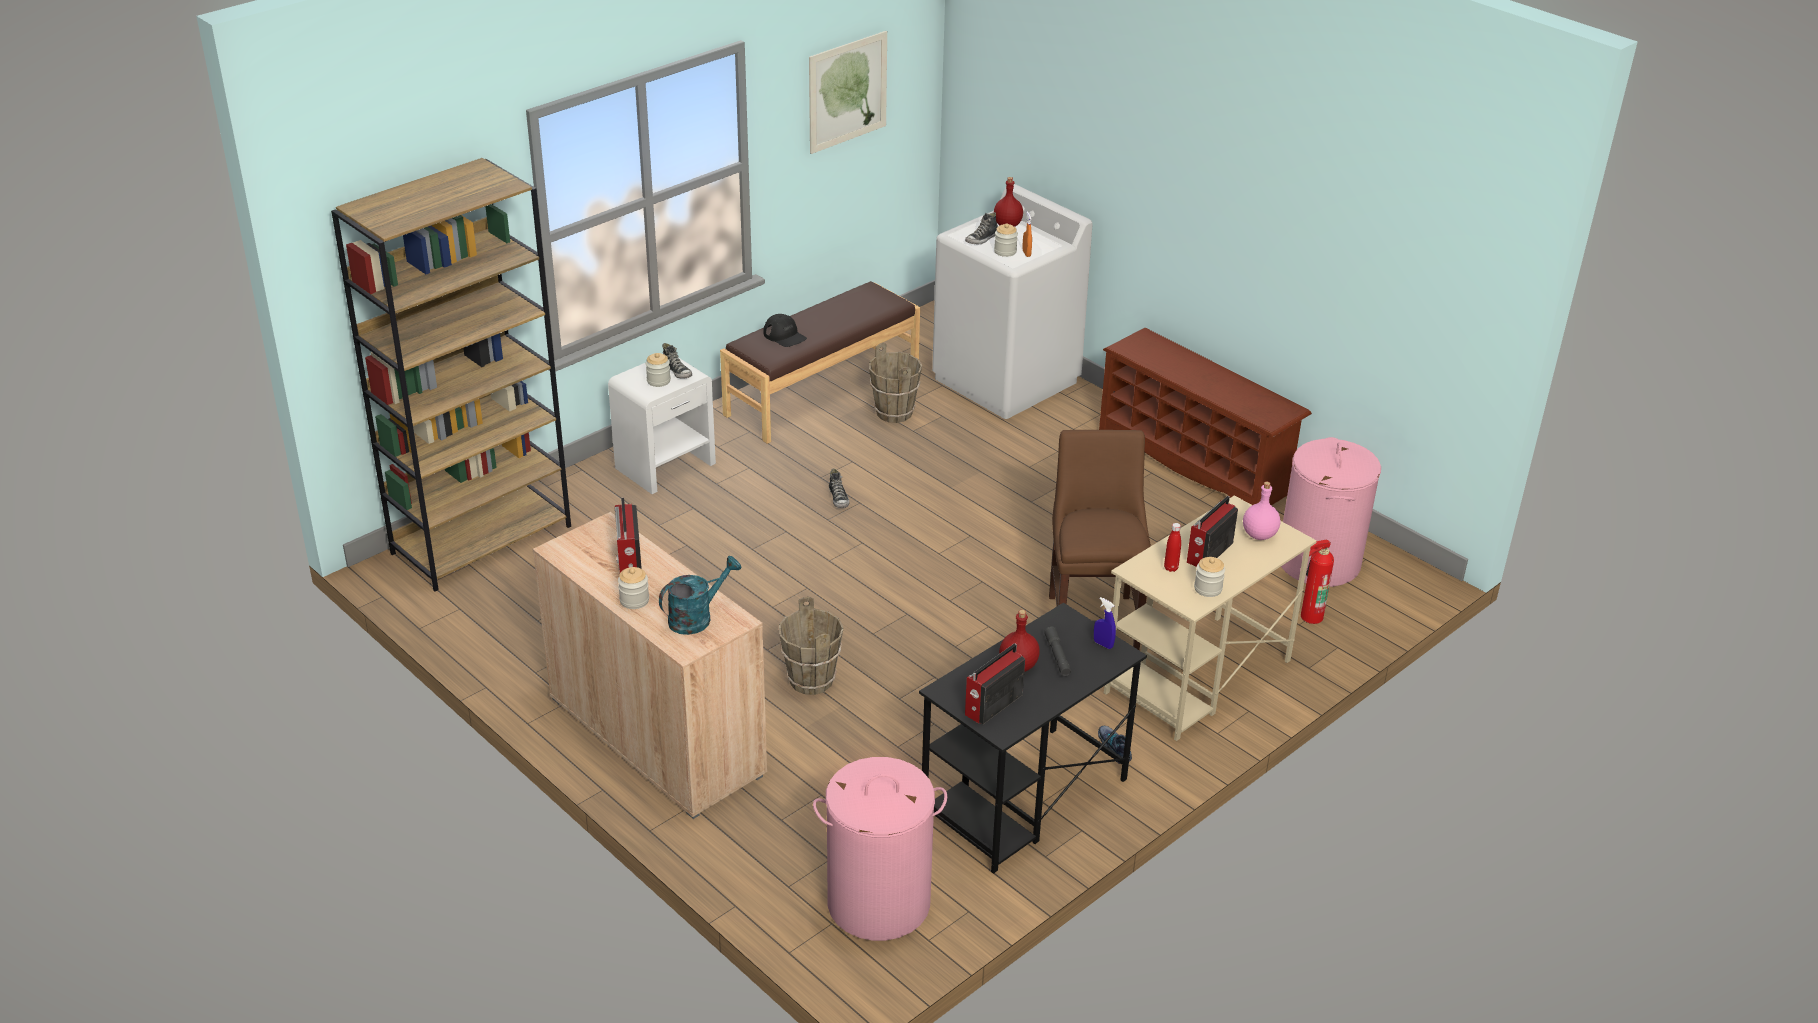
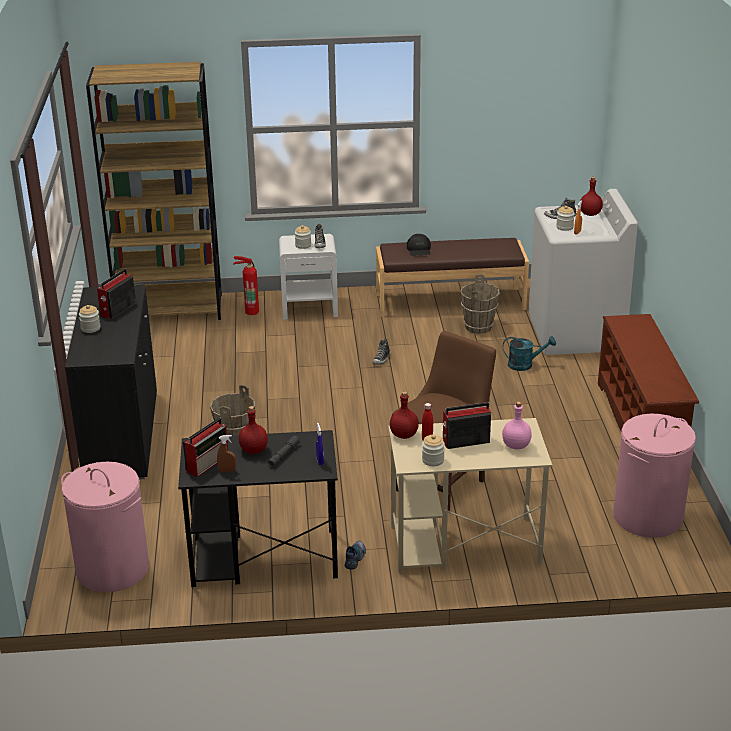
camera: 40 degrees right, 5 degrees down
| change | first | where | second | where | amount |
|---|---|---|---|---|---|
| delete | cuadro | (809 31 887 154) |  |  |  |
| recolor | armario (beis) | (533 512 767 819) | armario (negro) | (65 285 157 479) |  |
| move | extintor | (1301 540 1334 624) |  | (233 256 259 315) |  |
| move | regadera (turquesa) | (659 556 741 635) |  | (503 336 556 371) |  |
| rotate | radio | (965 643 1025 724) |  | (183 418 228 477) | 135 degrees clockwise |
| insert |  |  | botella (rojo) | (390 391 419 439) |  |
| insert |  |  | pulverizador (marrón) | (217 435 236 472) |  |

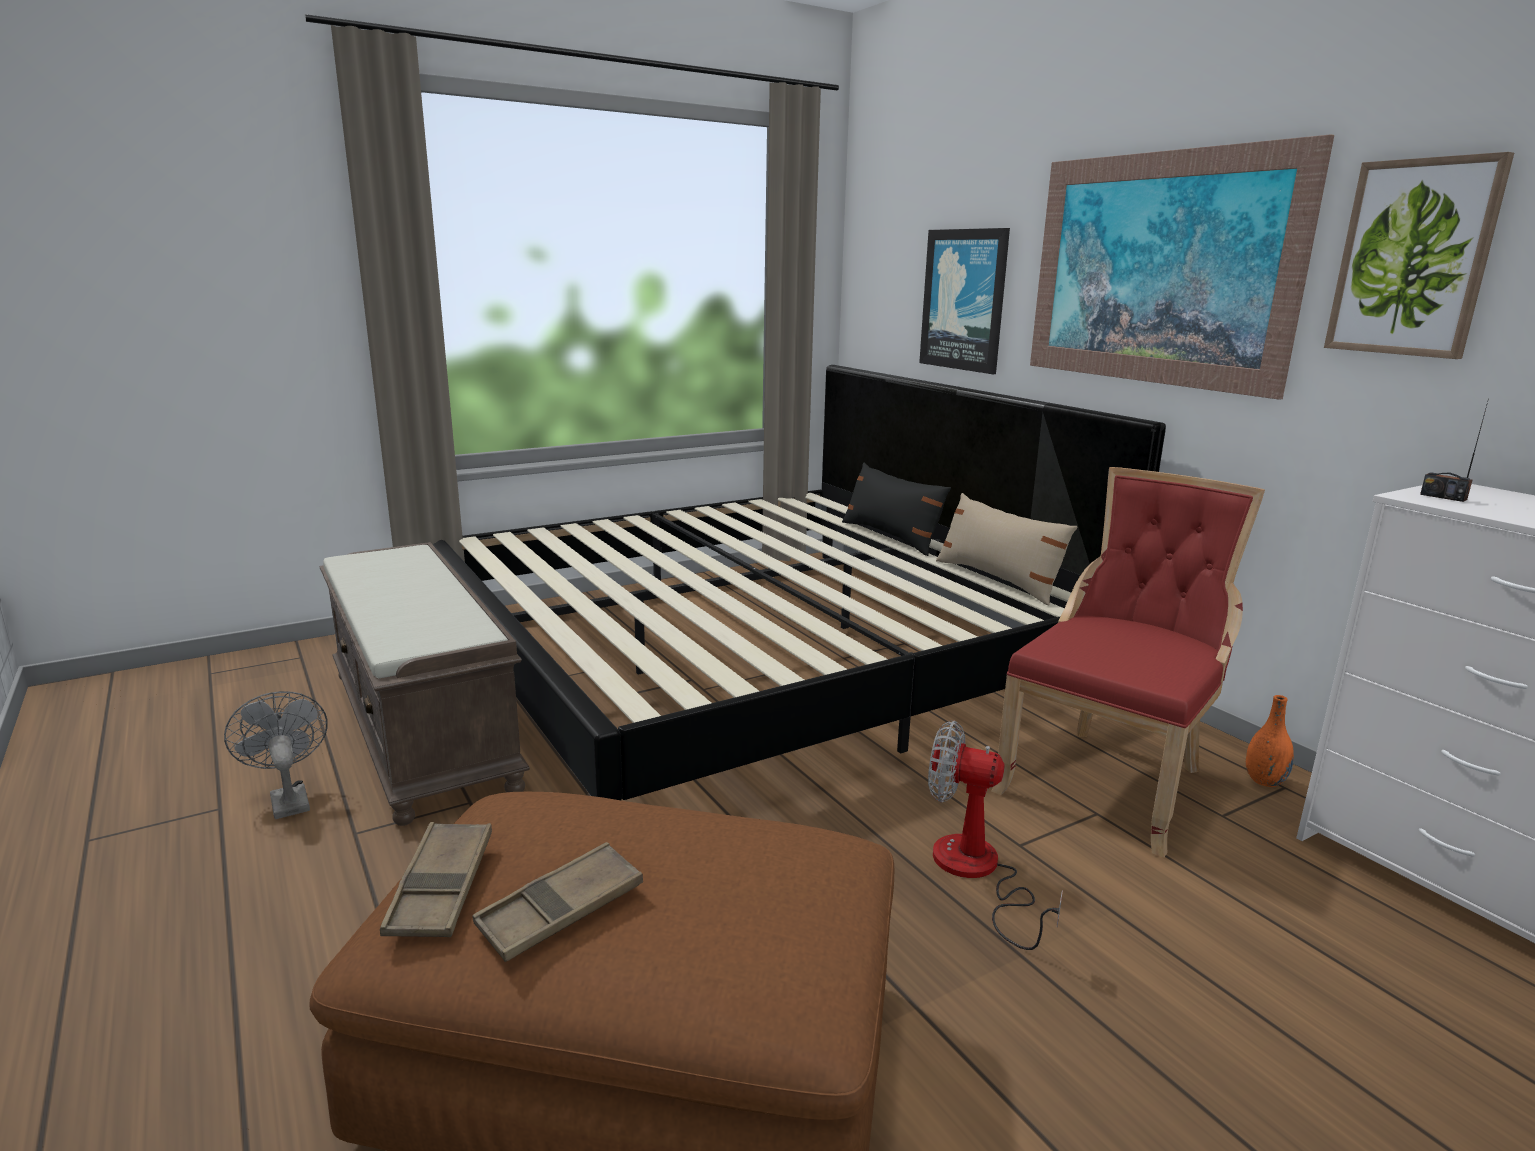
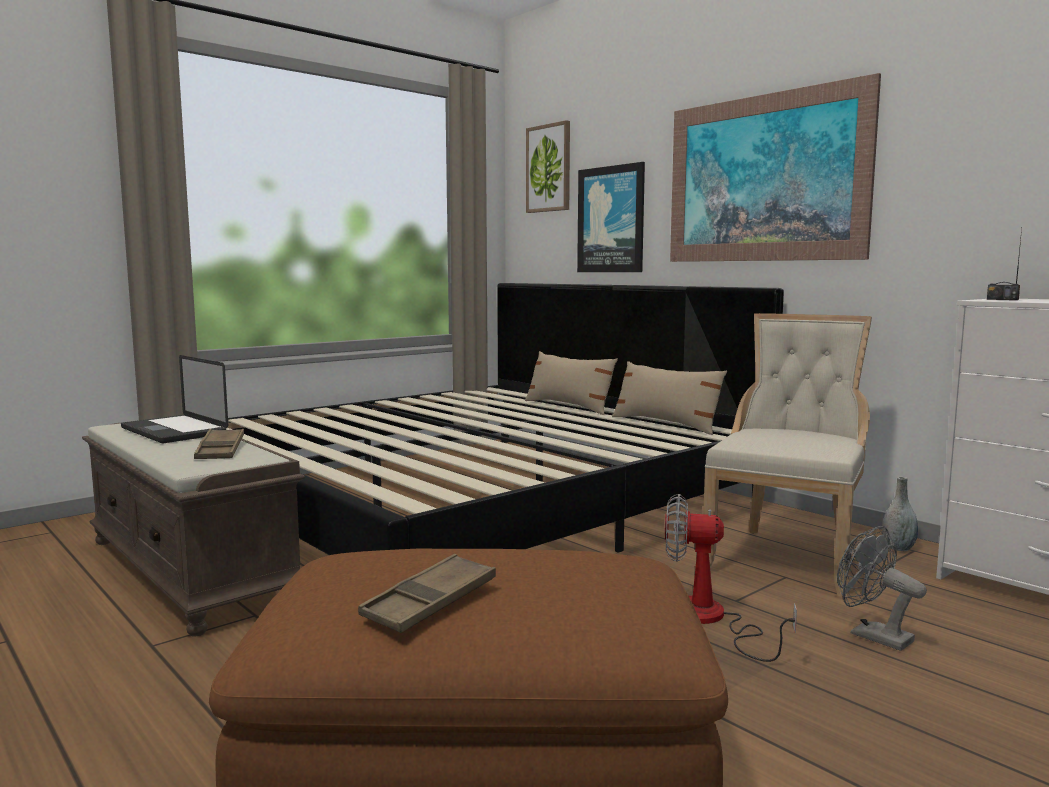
camera: 10 degrees left, 10 degrees down
| change | first | where | second | where | amount |
|---|---|---|---|---|---|
| move | cuadro | (1324 152 1514 359) |  | (526 120 570 213) |  |
| recolor | cojín (negro) | (842 463 951 556) | cojín (beis) | (525 351 618 415) |  |
| recolor | silla (rojo) | (991 467 1265 858) | silla (beis) | (703 313 872 598) |  |
| move | ventilador (gris) | (224 691 328 819) |  | (837 526 927 651) |  |
| recolor | florero (naranja) | (1246 695 1294 787) | florero (gris) | (882 476 918 551) |  |
| move | bandeja (marrón) | (380 822 492 937) |  | (194 429 244 459) |  |
| insert |  |  | portátil | (121 355 228 443) |  |

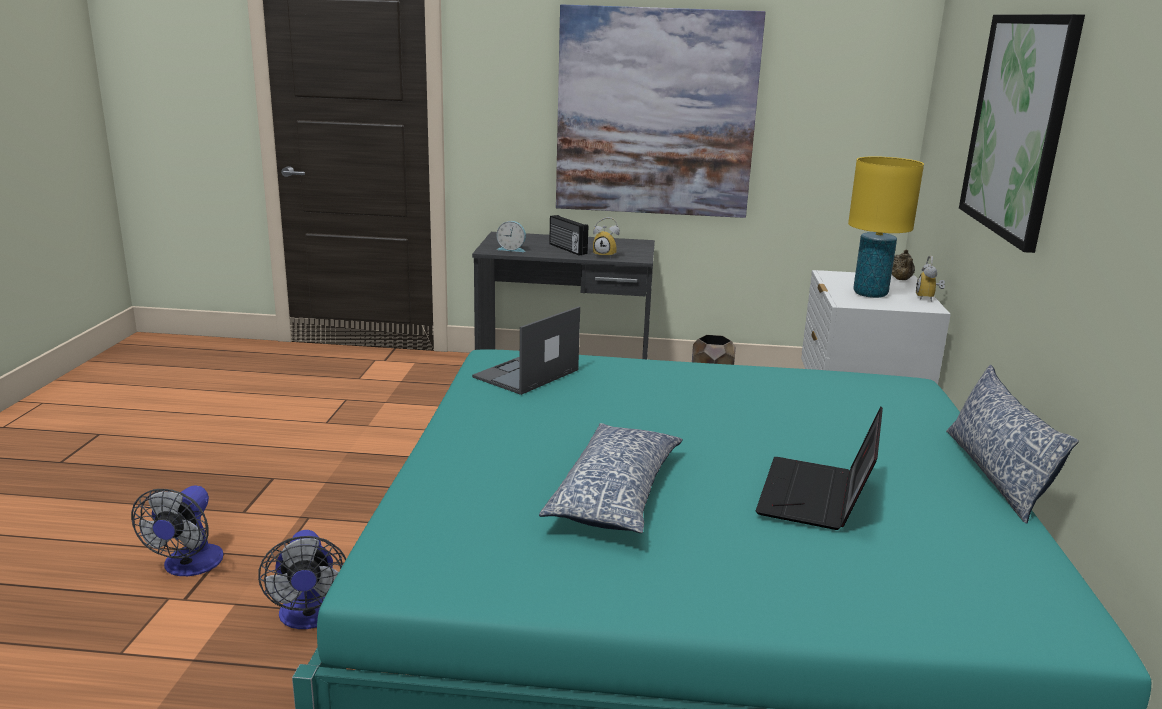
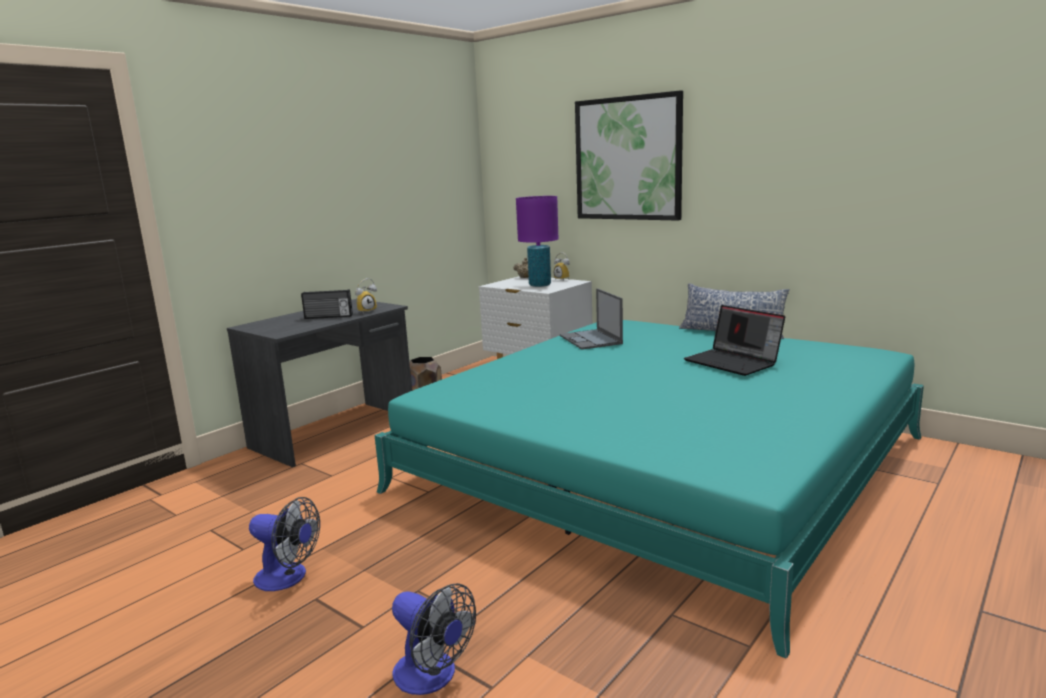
camera: 55 degrees left, 5 degrees down
| change | first | where | second | where | amount |
|---|---|---|---|---|---|
| delete | cuadro | (556 4 766 218) |  |  |  |
| recolor | lámpara de mesa (amarillo) | (848 156 924 298) | lámpara de mesa (morado) | (516 196 558 287) |  |
| delete | despertador | (496 221 526 252) |  |  |  |
| move | portátil | (472 306 580 395) |  | (560 288 623 350) |  |
| delete | cojín | (539 423 683 533) |  |  |  |
| move | ventilador | (258 530 346 629) |  | (249 497 320 591) |  |

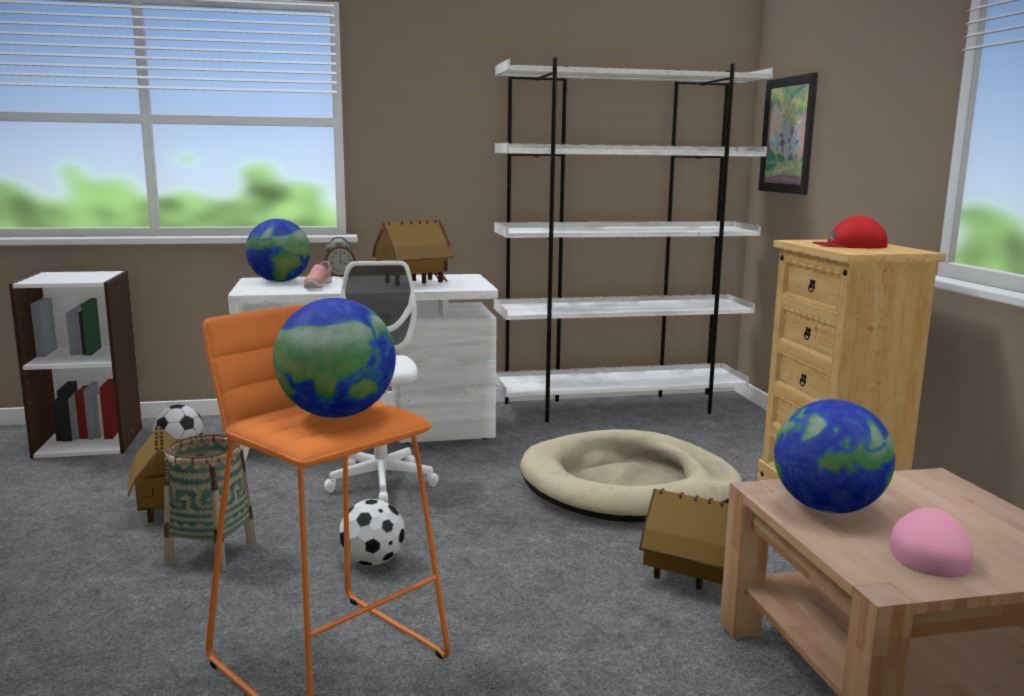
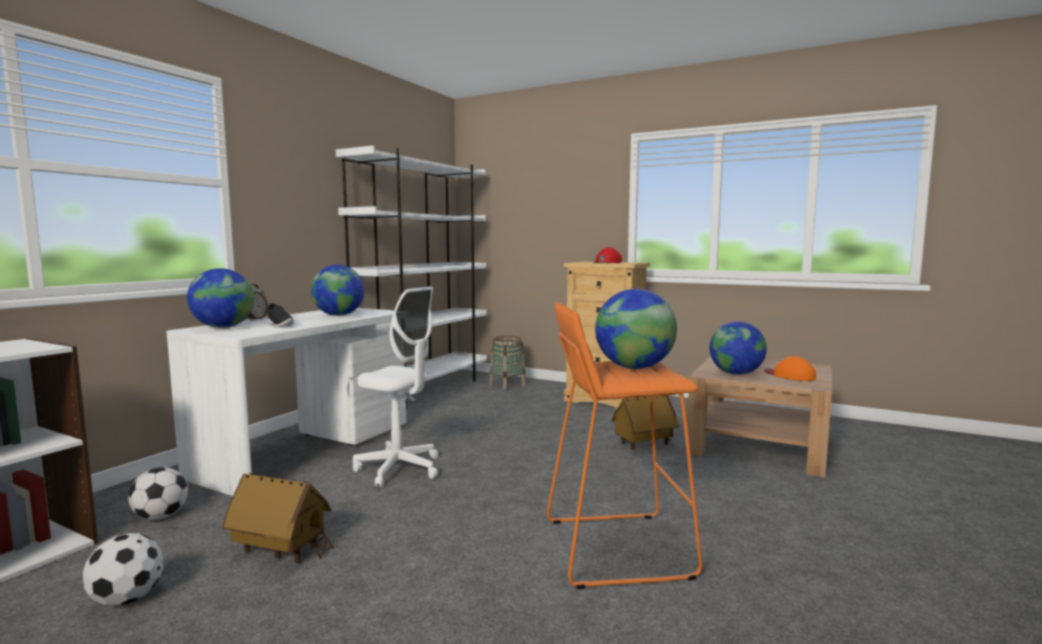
camera: 50 degrees left, 5 degrees down
| change | first | where | second | where | amount |
|---|---|---|---|---|---|
| delete | cuadro | (758 72 818 195) |  |  |  |
| replace | casita | (372 220 454 284) | globo terráqueo | (311 265 365 316) |  |
| recolor | zapato (rosa) | (304 261 332 289) | zapato (negro) | (267 303 294 327) |  |
| delete | cama para perro (beis) | (520 429 742 523) |  |  |  |
| move | cesta | (164 434 256 571) |  | (490 336 526 390) |  |
| move | balón de fútbol | (340 499 405 566) |  | (83 533 164 606) |  |
| recolor | gorra (rosa) | (889 508 973 577) | gorra (naranja) | (764 356 816 381) |  |

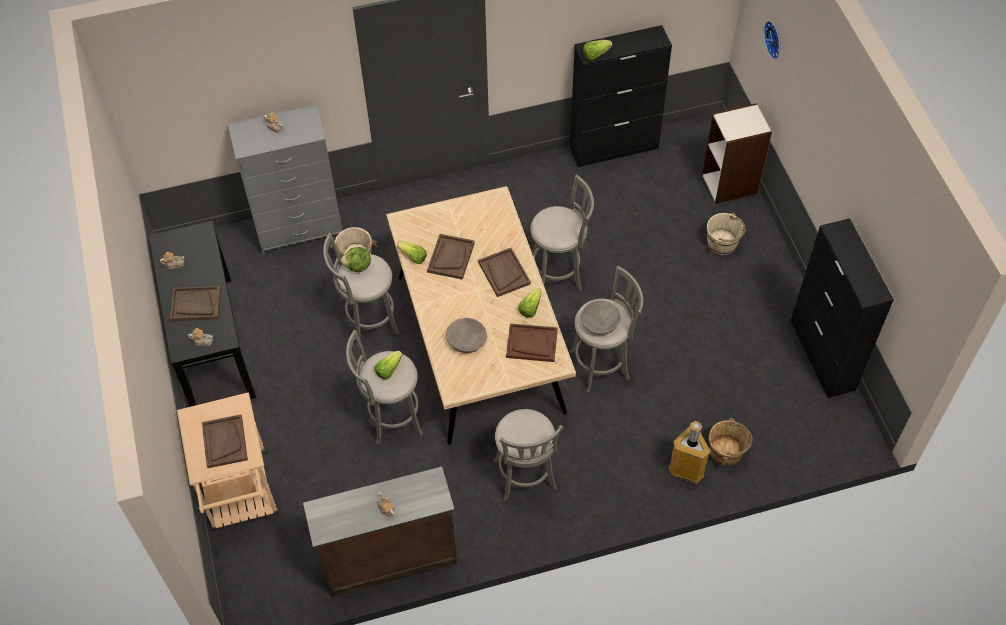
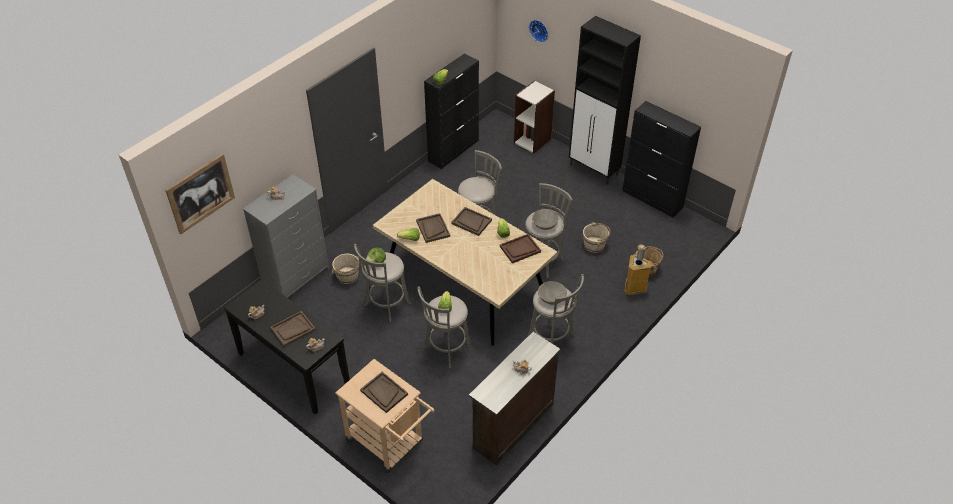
camera: 35 degrees left, 10 degrees down
| change | first | where | second | where | amount |
|---|---|---|---|---|---|
| move | cubo (beis) | (707 213 746 255) |  | (583 222 611 253) |  |
| move | cuenco (beis) | (446 318 487 353) |  | (538 281 567 305) |  |
| insert |  |  | armario (negro) | (569 16 641 185) |  |
| insert |  |  | cuadro | (165 153 235 234) |  |

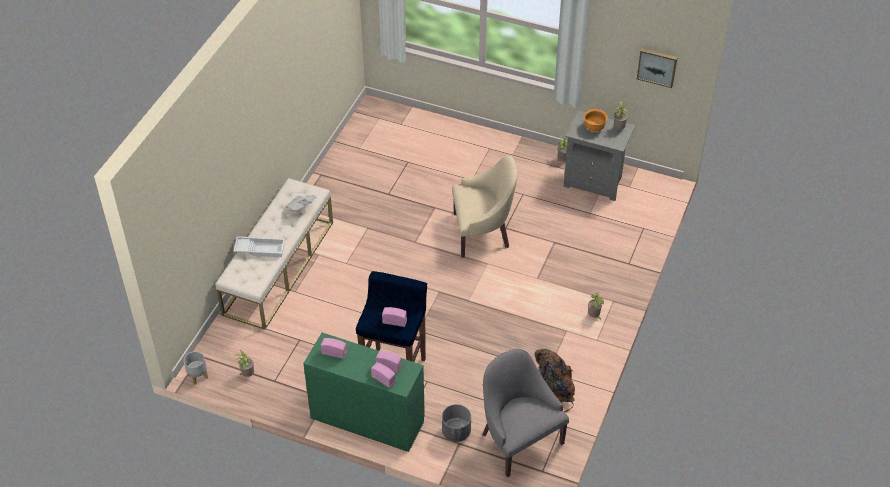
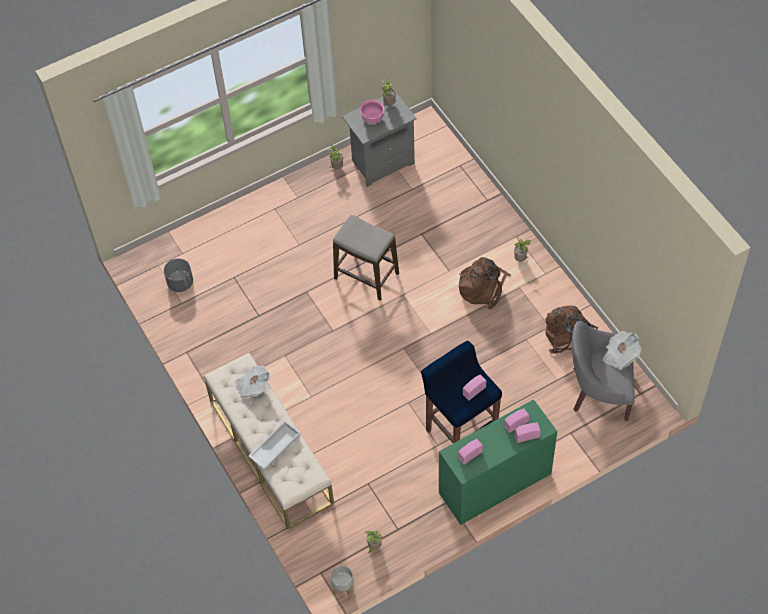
camera: 50 degrees left, 10 degrees up
| change | first | where | second | where | amount |
|---|---|---|---|---|---|
| delete | cuadro | (637 48 678 88) |  |  |  |
| recolor | cuenco (naranja) | (584 109 608 132) | cuenco (rosa) | (360 99 385 124) |  |
| replace | sillón (beis) | (452 155 517 258) | taburete | (333 215 399 301) |  |
| move | maceta (gris) | (442 404 471 442) |  | (164 258 193 292) |  |
| insert |  |  | mochila (marrón) | (459 257 511 310) |  |
| insert |  |  | periódico | (603 331 641 370) |  |

